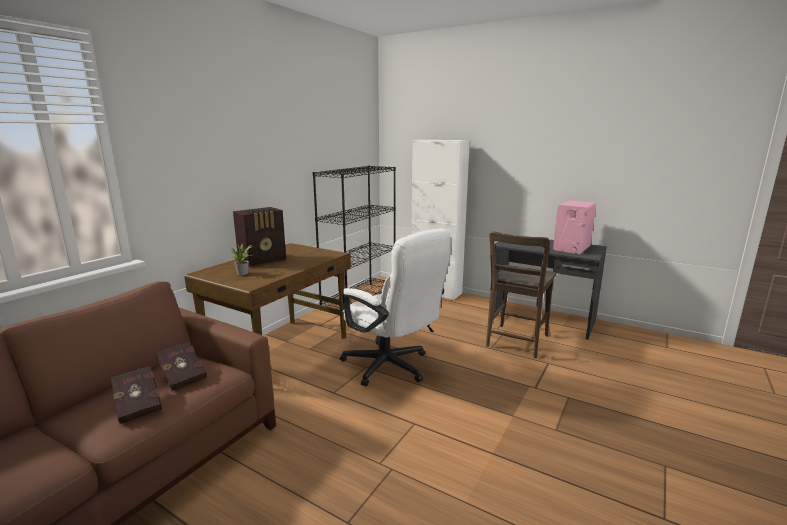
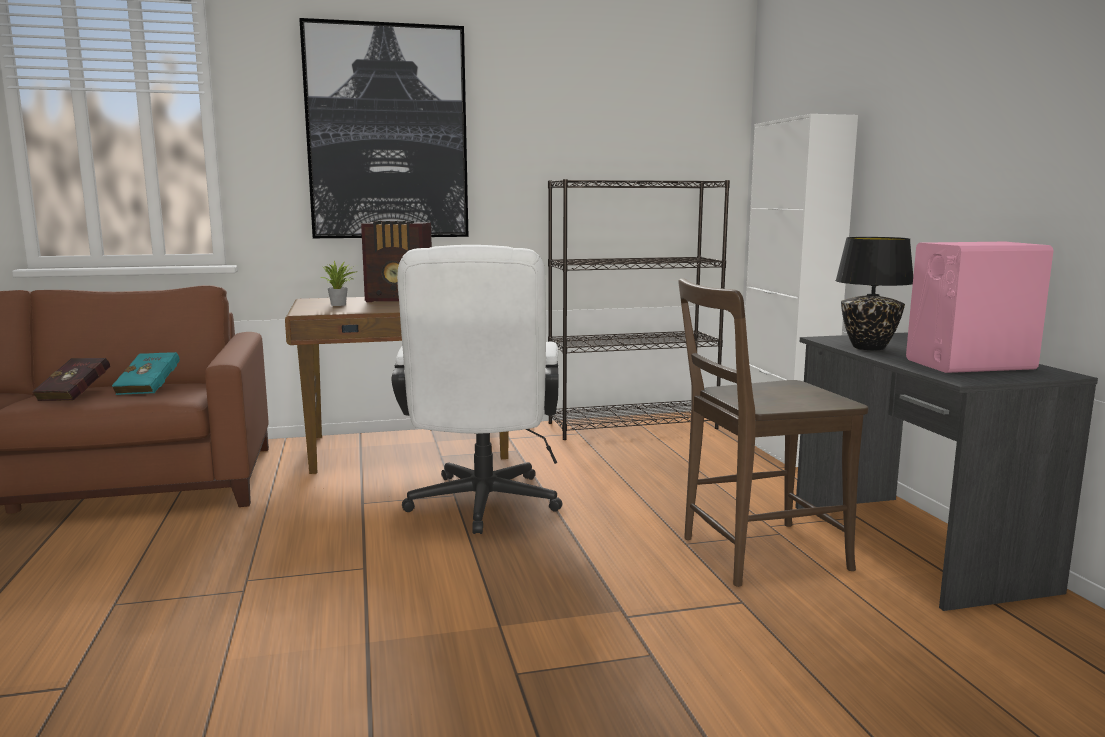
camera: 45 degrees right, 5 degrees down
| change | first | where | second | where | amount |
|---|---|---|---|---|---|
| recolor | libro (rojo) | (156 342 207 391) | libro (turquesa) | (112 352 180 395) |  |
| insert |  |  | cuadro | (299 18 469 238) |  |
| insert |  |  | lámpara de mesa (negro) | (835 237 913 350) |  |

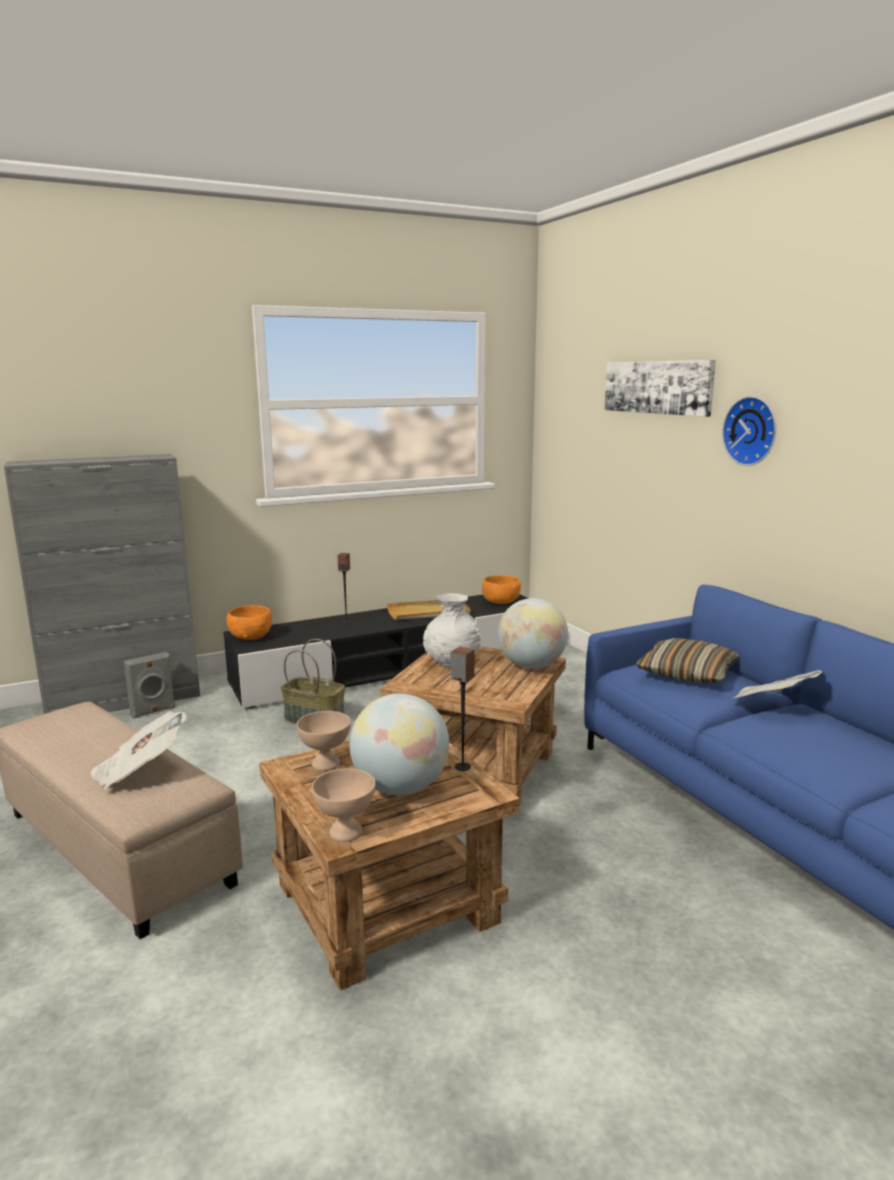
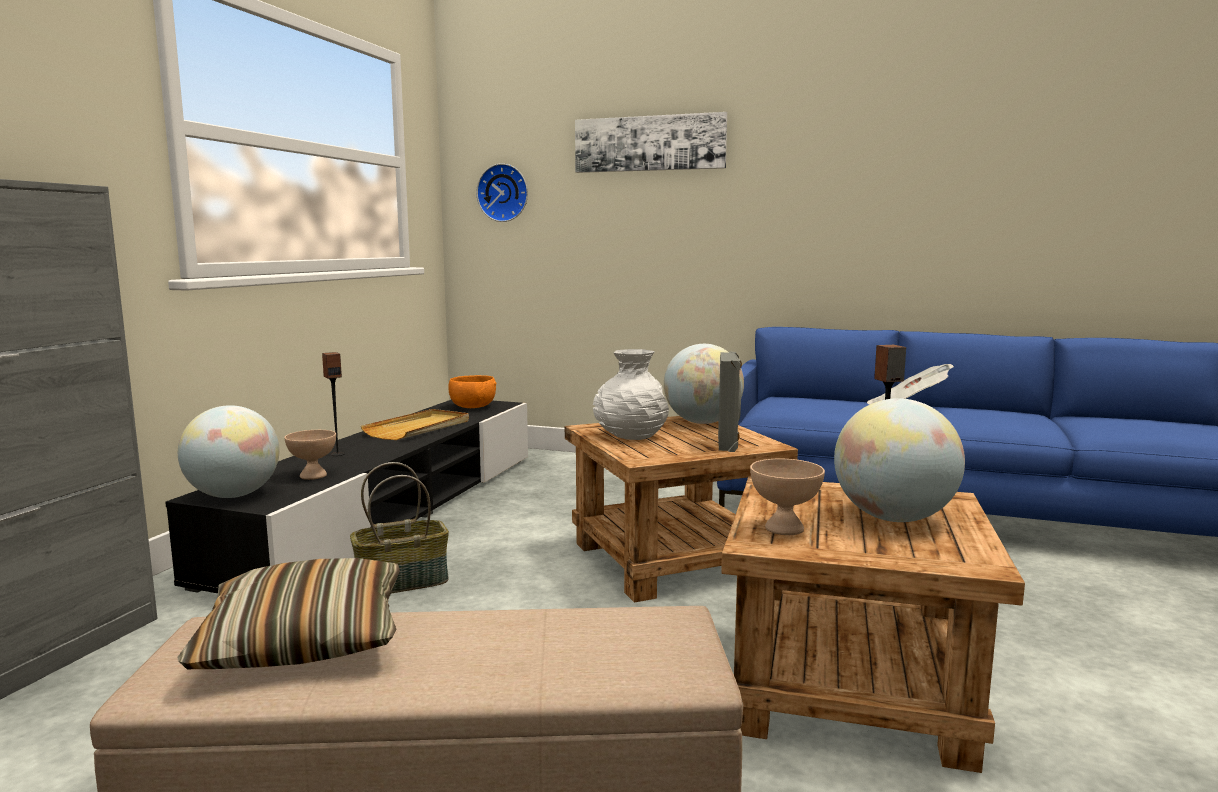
camera: 45 degrees left, 5 degrees down
| change | first | where | second | where | amount |
|---|---|---|---|---|---|
| move | reloj de pared | (722 396 776 466) |  | (476 163 528 222) |  |
| replace | cuenco (naranja) | (226 605 272 640) | globo terráqueo | (178 405 280 498) |  |
| move | cojín | (636 638 739 683) |  | (177 558 400 669) |  |
| move | altavoz (gris) | (124 652 175 718) |  | (718 352 742 452) |  |
| delete | periódico | (90 711 187 789) |  |  |  |
| move | cuenco (beis) | (312 769 375 842) |  | (284 430 336 480) |  |

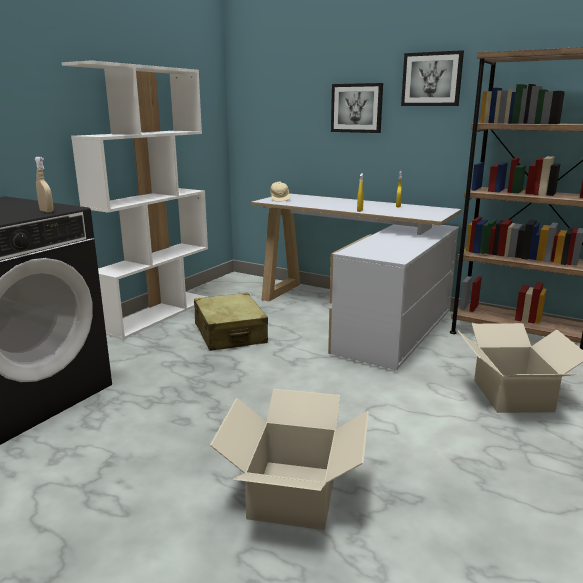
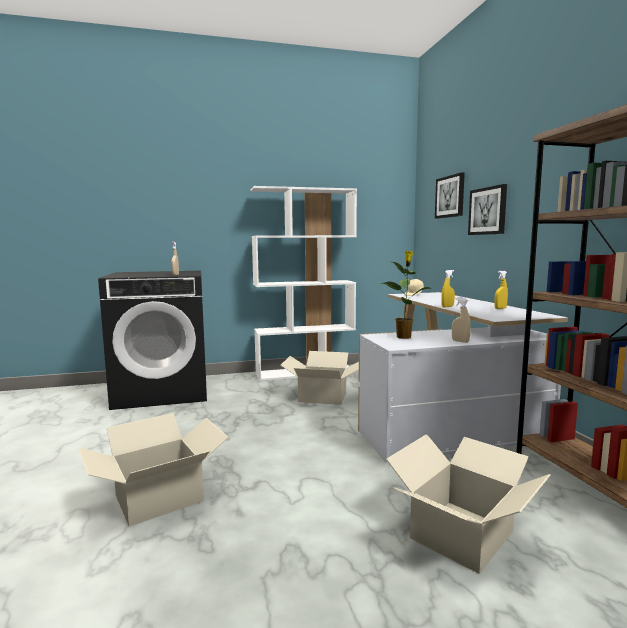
camera: 45 degrees right, 10 degrees down
| change | first | where | second | where | amount |
|---|---|---|---|---|---|
| move | cuadro | (401 50 464 106) |  | (435 172 465 219) |  |
| replace | maleta (beis) | (194 293 268 351) | caja de cartón | (280 351 359 405) |  |
| insert |  |  | planta en maceta | (380 251 432 339) |  |
| insert |  |  | pulverizador (beis) | (452 297 471 343) |  |

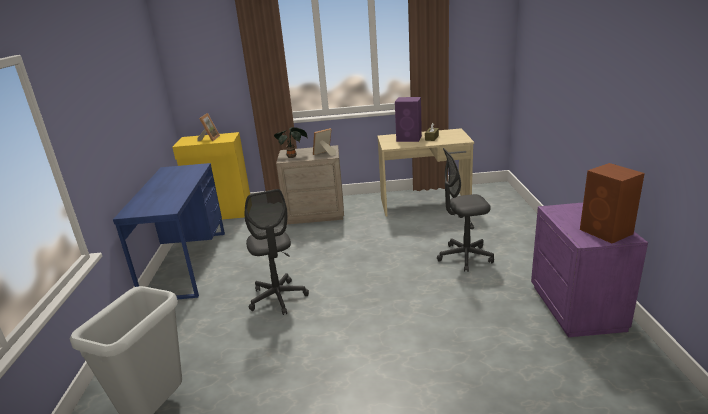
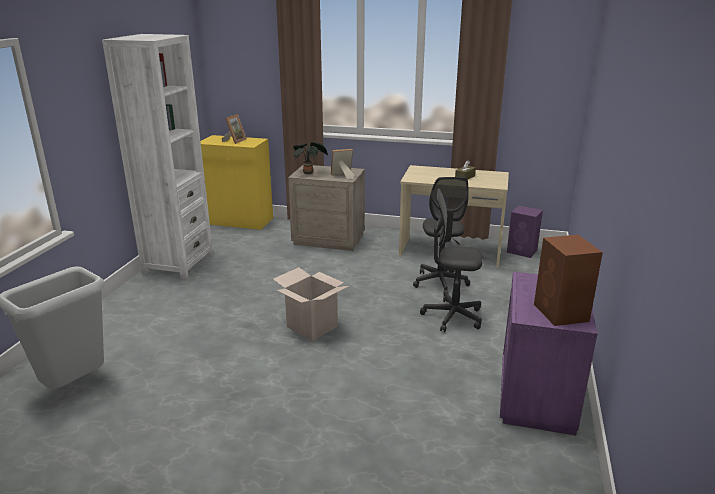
camera: 15 degrees right, 0 degrees up
| change | first | where | second | where | amount |
|---|---|---|---|---|---|
| move | altavoz (morado) | (395 97 422 142) |  | (507 205 543 258) |  |
| replace | escritorio (azul) | (113 163 225 299) | estantería (blanco) | (102 34 213 279) |  |
| move | silla de oficina (gris) | (245 189 309 315) |  | (413 177 470 296) |  |
| insert |  |  | caja de cartón | (273 267 349 341) |  |

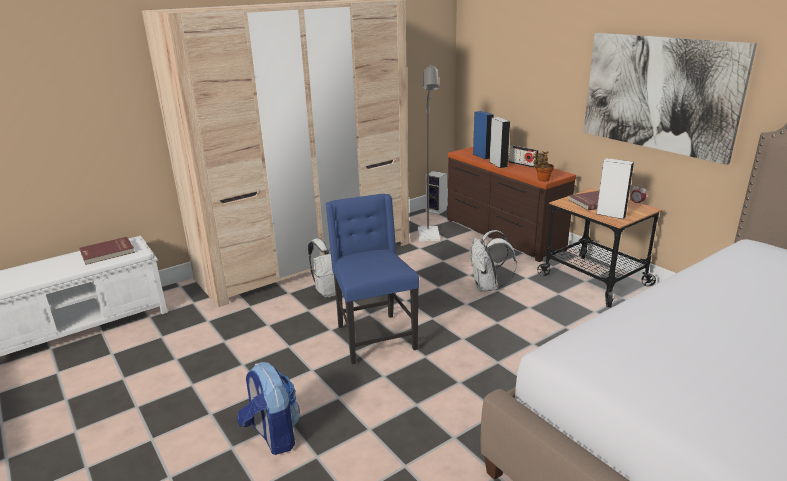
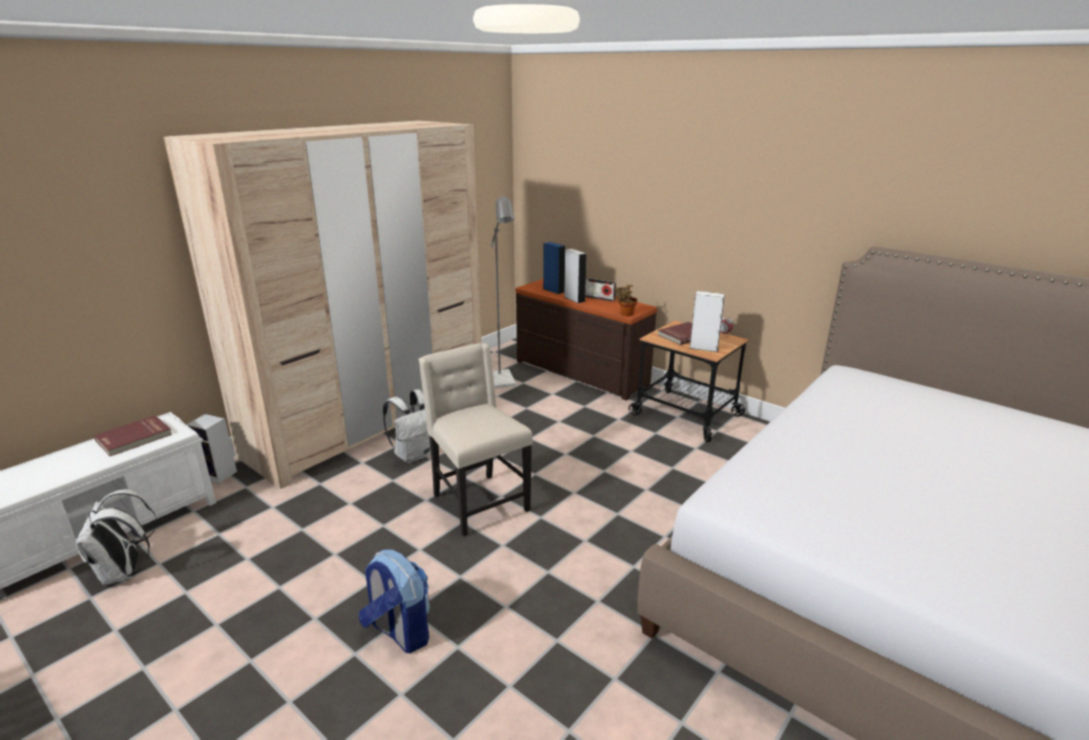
camera: 15 degrees left, 0 degrees up
| change | first | where | second | where | amount |
|---|---|---|---|---|---|
| delete | cuadro | (583 33 757 165) |  |  |  |
| move | altavoz | (426 171 447 215) |  | (186 414 237 484) |  |
| recolor | silla (azul) | (325 194 419 364) | silla (beis) | (418 343 533 537) |  |
| move | mochila (blanco) | (470 230 517 292) |  | (76 489 157 586) |  |

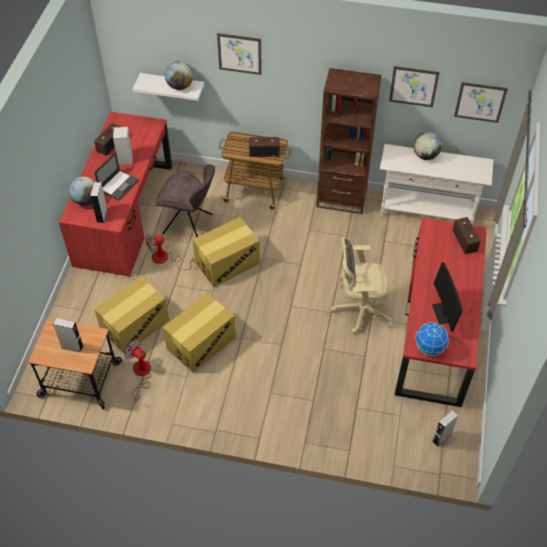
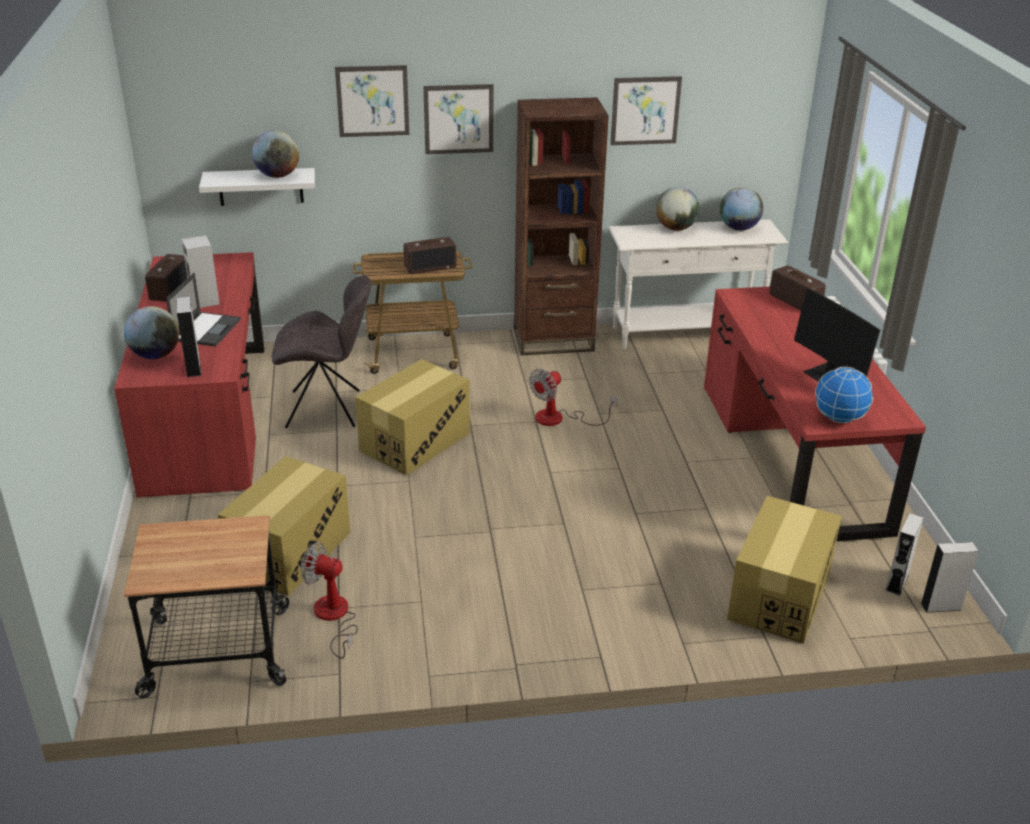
camera: 20 degrees left, 20 degrees down
| change | first | where | second | where | amount |
|---|---|---|---|---|---|
| move | cuadro | (454 82 508 123) |  | (423 84 494 154) |  |
| move | ventilador | (145 234 194 270) |  | (529 369 617 426) |  |
| delete | silla de oficina (beis) | (331 237 394 334) |  |  |  |
| move | caja de cartón | (163 293 236 372) |  | (727 496 842 644) |  |
| move | altavoz (gris) | (53 318 83 352) |  | (921 542 979 613) |  |
| insert |  |  | globo terráqueo | (720 187 763 231) |  |

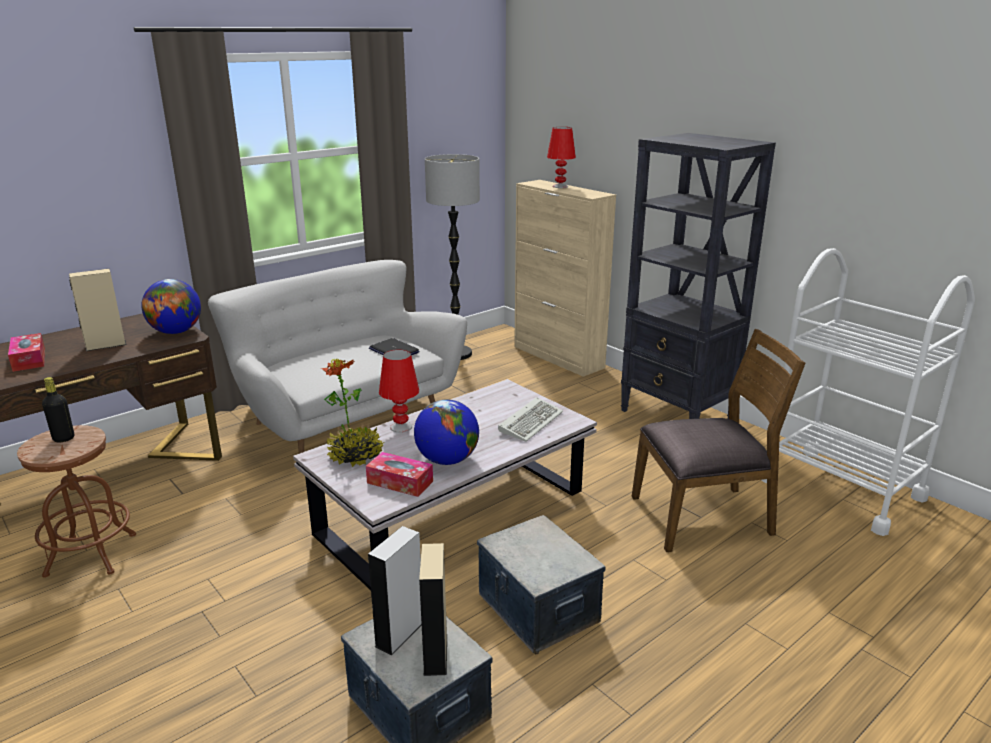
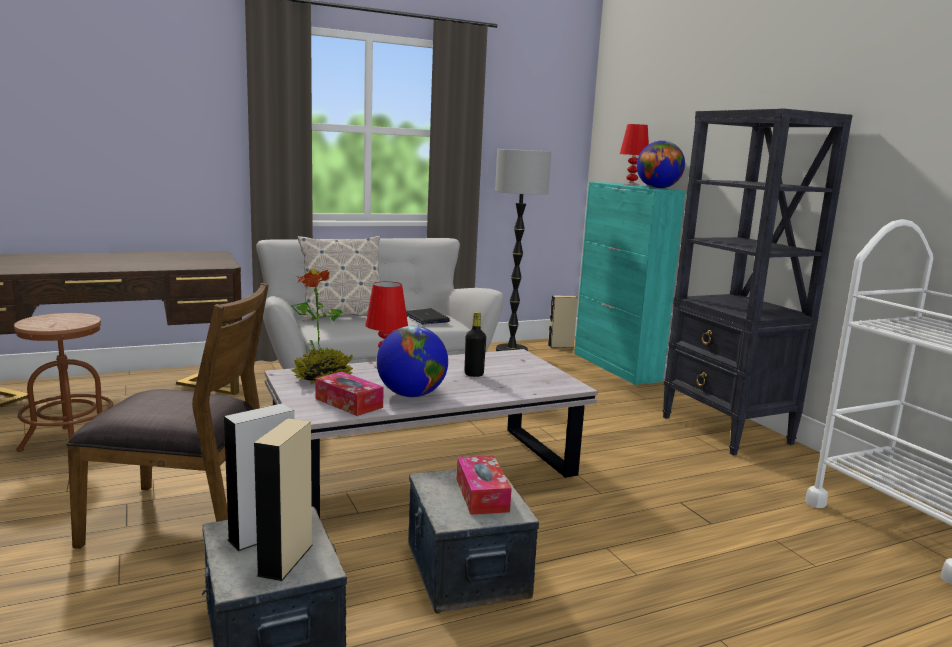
camera: 15 degrees right, 10 degrees down
| change | first | where | second | where | amount |
|---|---|---|---|---|---|
| recolor | armario (beis) | (514 180 616 377) | armario (turquesa) | (574 182 685 385) |  |
| move | altavoz (beis) | (69 269 127 351) |  | (548 295 578 348) |  |
| move | globo terráqueo | (141 279 201 334) |  | (637 141 685 189) |  |
| move | silla (marrón) | (632 329 805 552) |  | (66 283 269 549) |  |
| move | caja de pañuelos | (8 333 45 372) |  | (457 455 512 515) |  |
| move | botella (negro) | (42 377 74 442) |  | (465 312 486 377) |  |
| delete | teclado | (498 397 563 442) |  |  |  |
| insert |  |  | cojín | (297 236 380 321) |  |

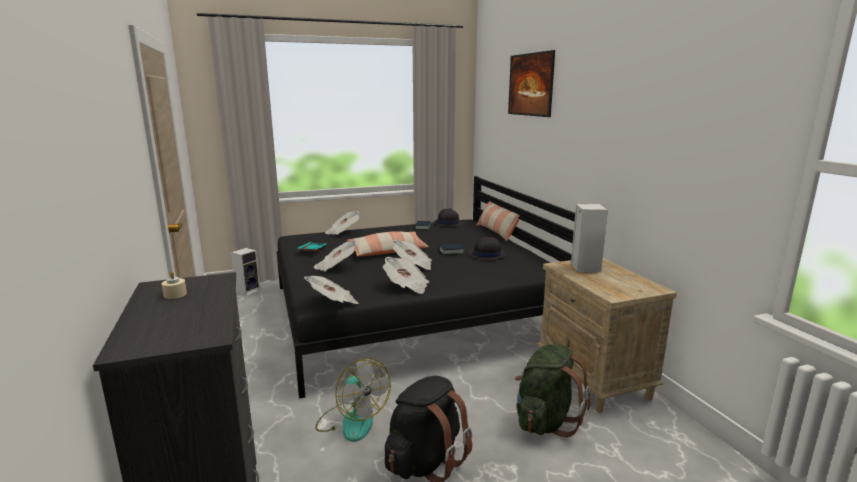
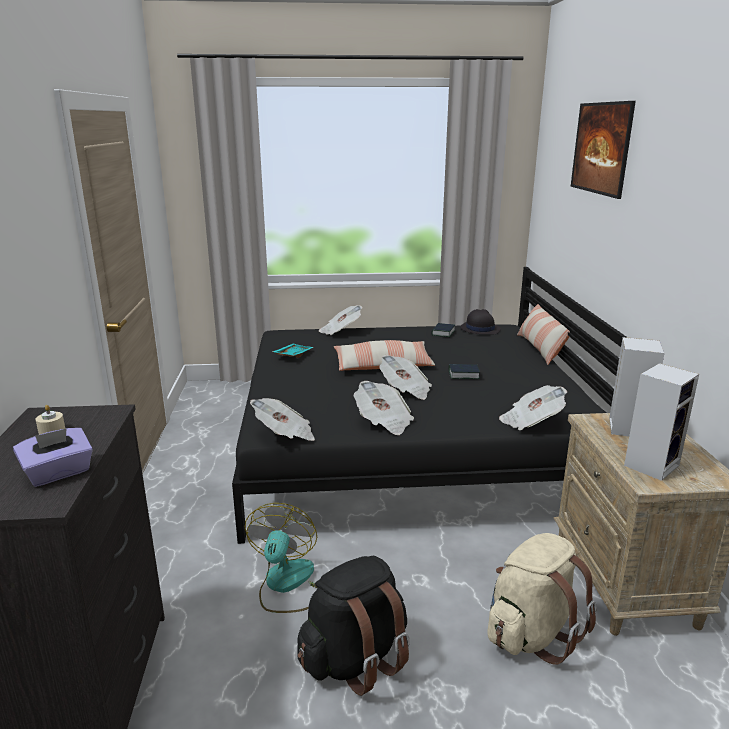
camera: 15 degrees right, 5 degrees up
| change | first | where | second | where | amount |
|---|---|---|---|---|---|
| delete | sombrero (negro) | (469 236 506 260) |  |  |  |
| move | periódico | (314 241 357 271) |  | (499 385 567 430) |  |
| move | altavoz | (231 248 261 296) |  | (624 363 699 481) |  |
| recolor | mochila (verde) | (515 344 591 437) | mochila (beis) | (487 533 596 665) |  |
| rotate | ventilador | (315 358 391 442) |  | (245 503 317 613) | 150 degrees counterclockwise |
| insert |  |  | caja de pañuelos (morado) | (13 428 93 487) |  |

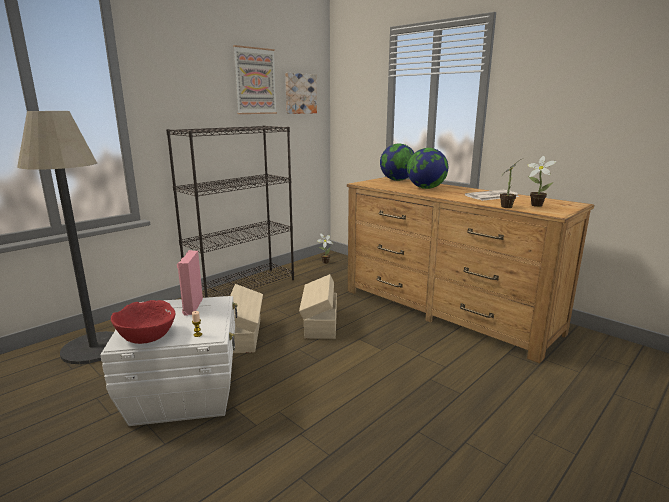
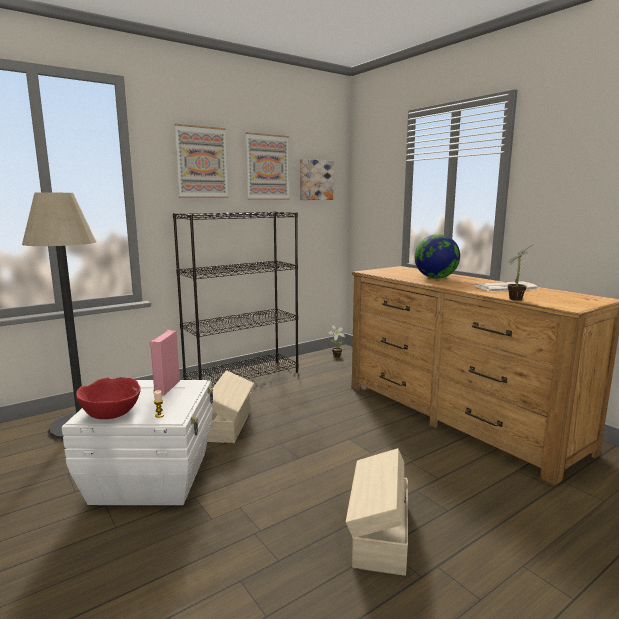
camera: 10 degrees right, 5 degrees down
| change | first | where | second | where | amount |
|---|---|---|---|---|---|
| delete | globo terráqueo | (380 144 414 181) |  |  |  |
| delete | planta en maceta | (528 156 557 207) |  |  |  |
| move | caja de almacenaje (beis) | (299 274 337 339) |  | (346 448 408 576) |  |
| insert |  |  | cuadro | (175 124 228 198) |  |

